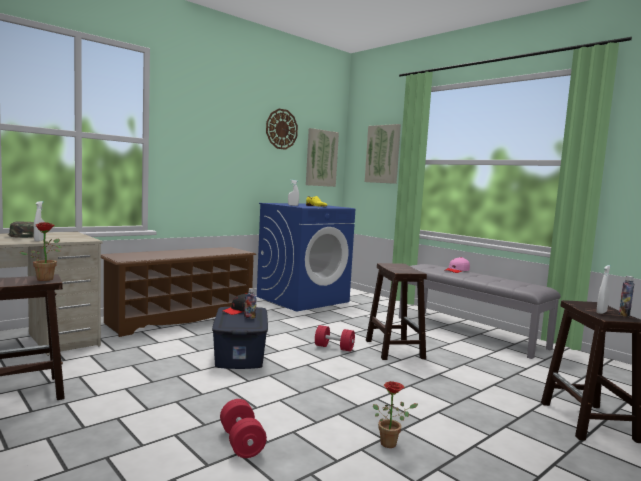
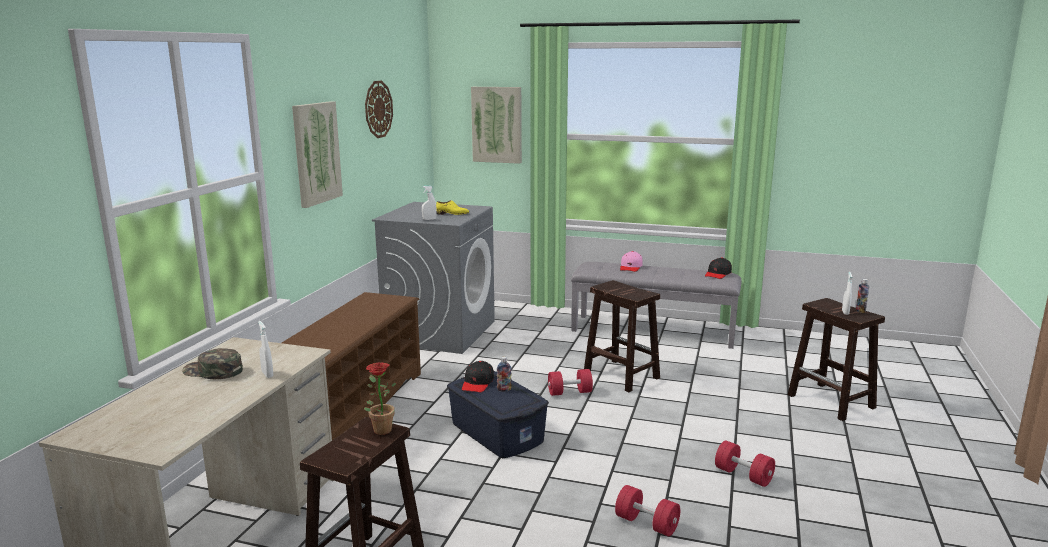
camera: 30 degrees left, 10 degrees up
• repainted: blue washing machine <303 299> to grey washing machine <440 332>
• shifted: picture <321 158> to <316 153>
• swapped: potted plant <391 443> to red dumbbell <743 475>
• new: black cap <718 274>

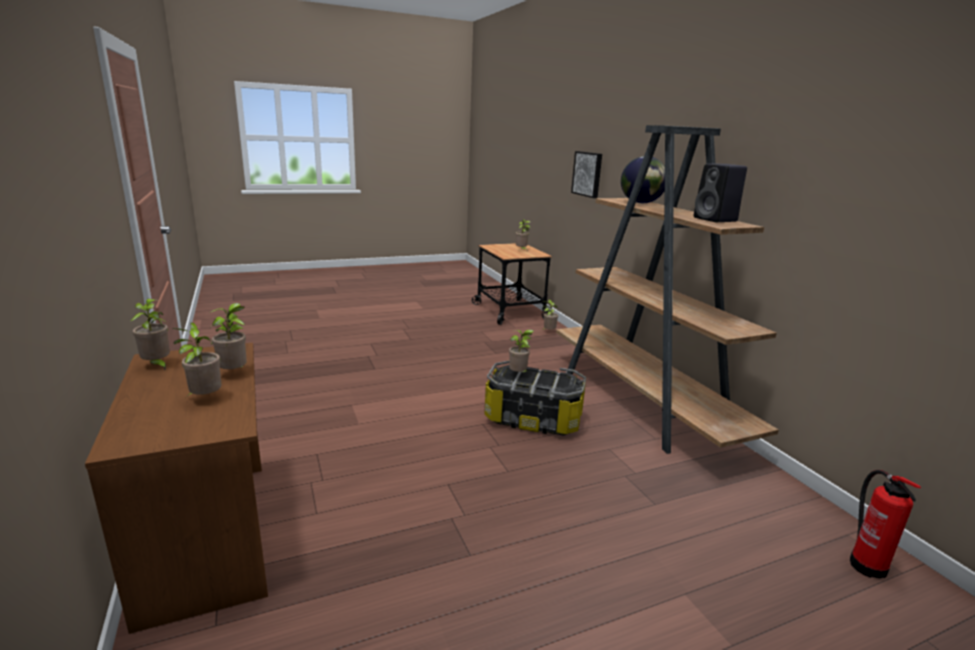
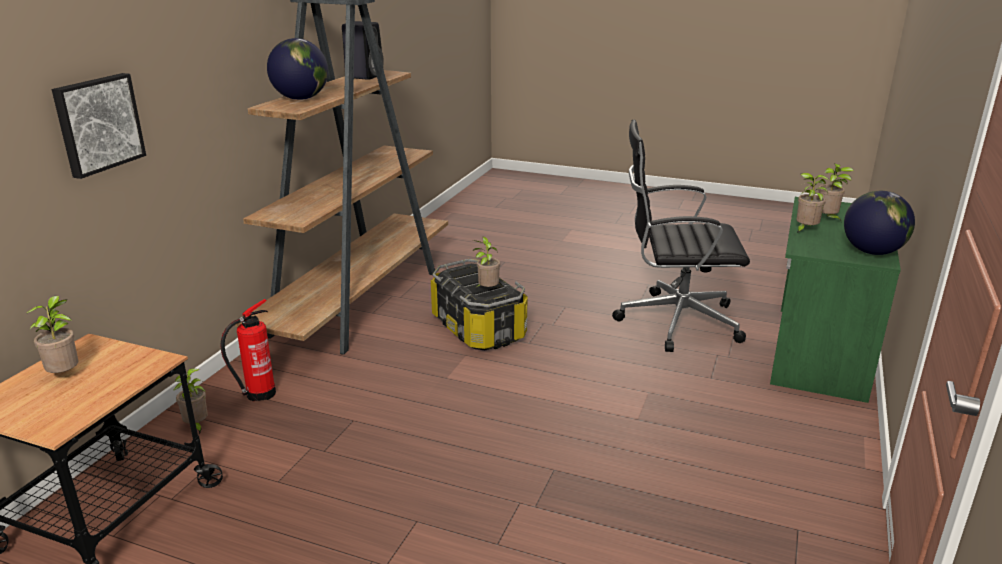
camera: 135 degrees left, 5 degrees up
• repainted: brown desk <211 534> to green desk <817 351>
• swapped: potted plant <157 365> to globe <872 252>
• shifted: fire extinguisher <866 564> to <258 394>
• new: black office chair <674 321>

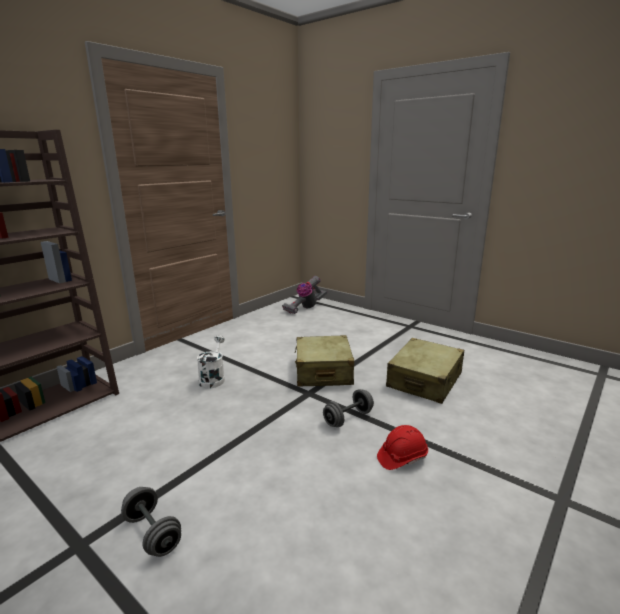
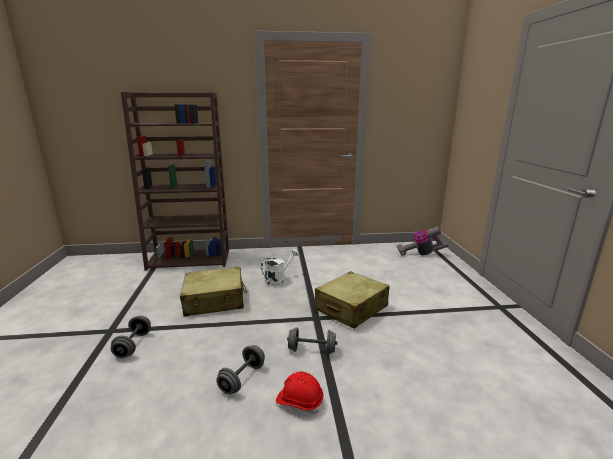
camera: 45 degrees right, 0 degrees up
• shifted: beige suitcase <424 380> to <215 300>
• new: grey dumbbell <242 378>

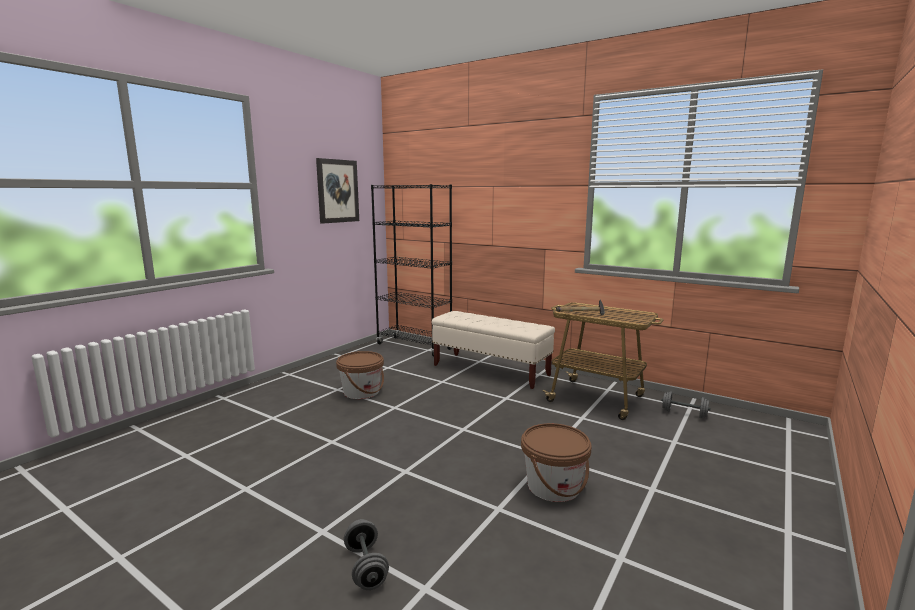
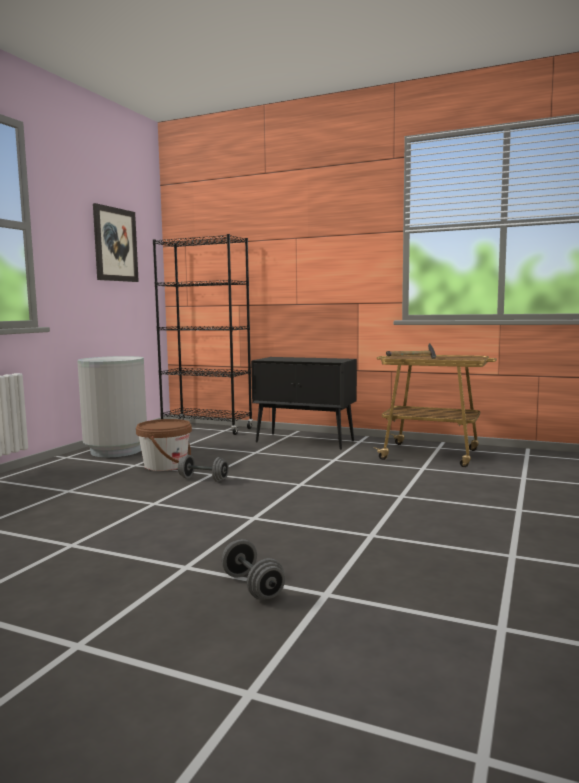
camera: 10 degrees left, 5 degrees down
• swapped: beige bench <491 370> to black cabinet <305 441>
• gone: brown bucket <553 486>
• shifted: grey dumbbell <684 414> to <203 479>
• new: grey trash can <116 451>

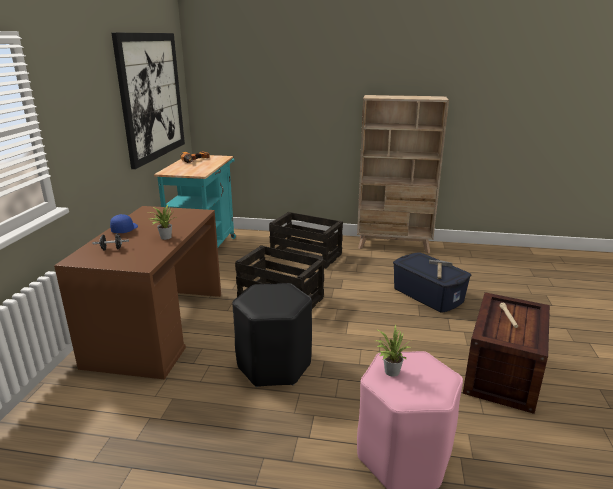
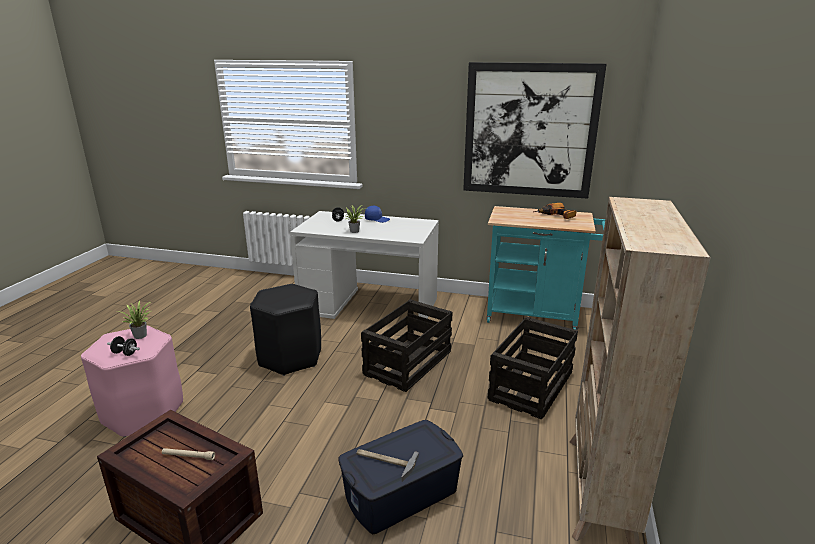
camera: 95 degrees right, 0 degrees up
• repainted: brown desk <158 327> to white desk <369 306>
• new: black dumbbell <125 353>

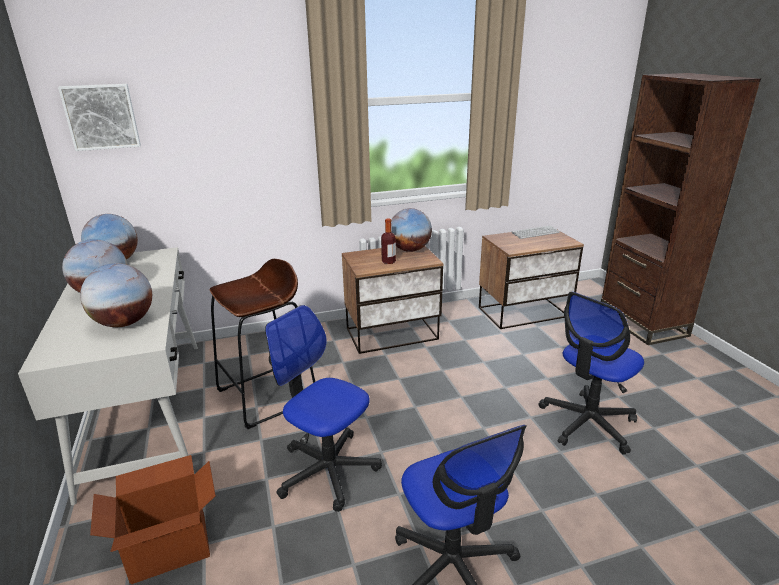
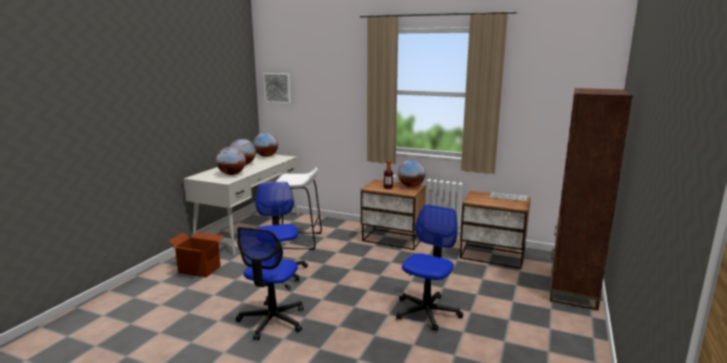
camera: 40 degrees right, 10 degrees down
• repainted: brown stool <267 395> to white stool <298 241>
• rotated: office chair <587 423> = <427 312> 120 degrees clockwise

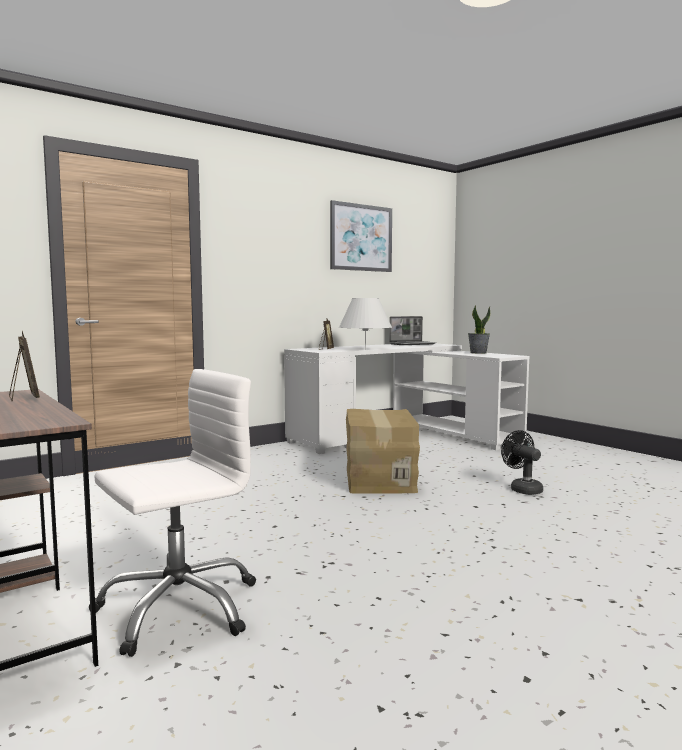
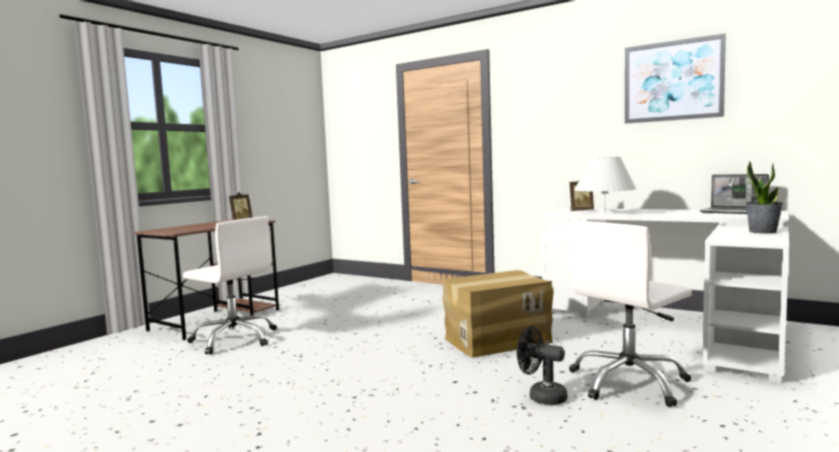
camera: 70 degrees right, 0 degrees up
• rotated: black fan <522 489> = <541 396> 105 degrees counterclockwise
• new: white office chair <629 383>

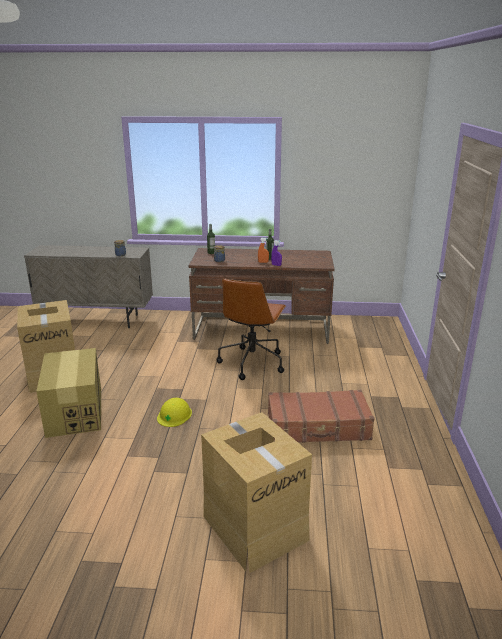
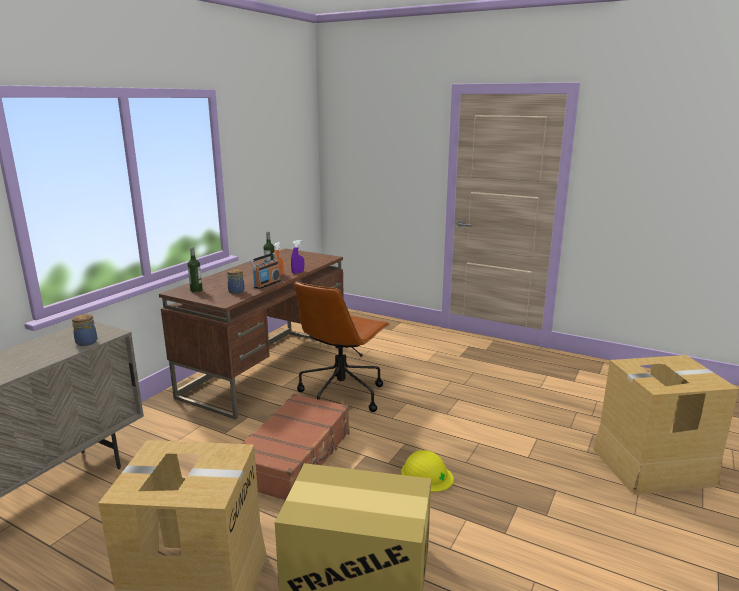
camera: 65 degrees left, 5 degrees down
• rotated: brown office chair <252 362> = <342 394> 75 degrees clockwise
• shifted: brown suitcase <318 427> to <295 457>
• new: radio <267 284>

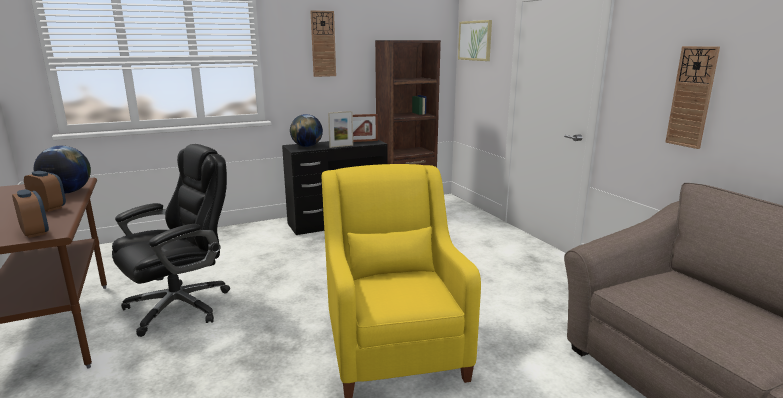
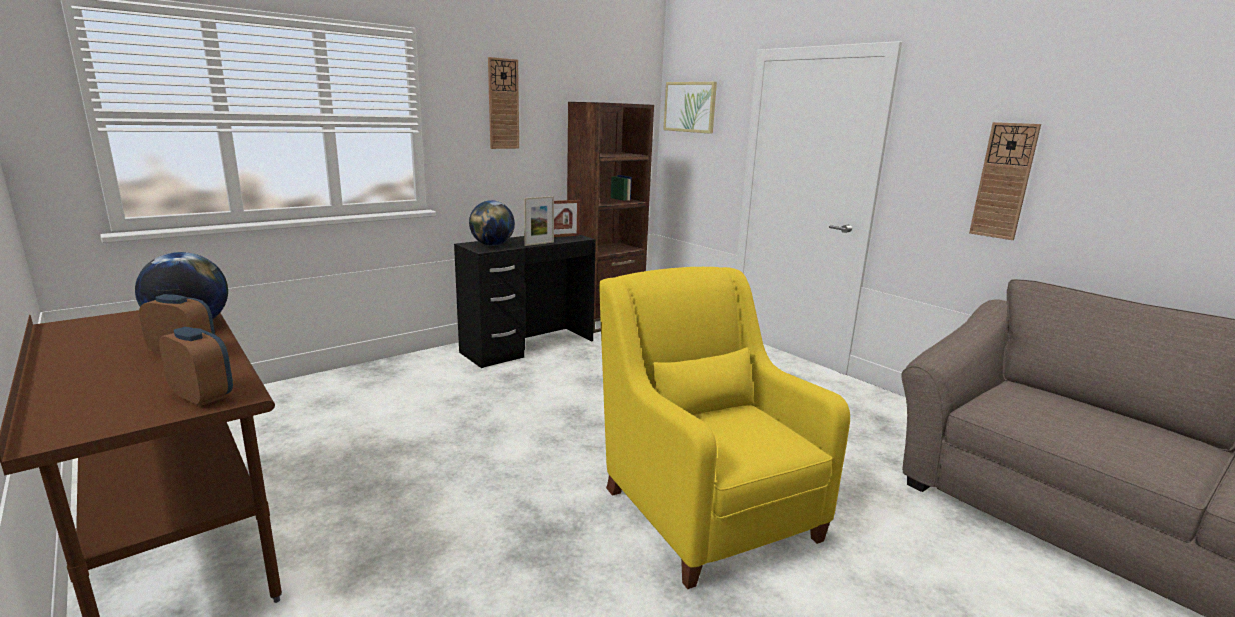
camera: 15 degrees left, 0 degrees up
• gone: black office chair <181 306>

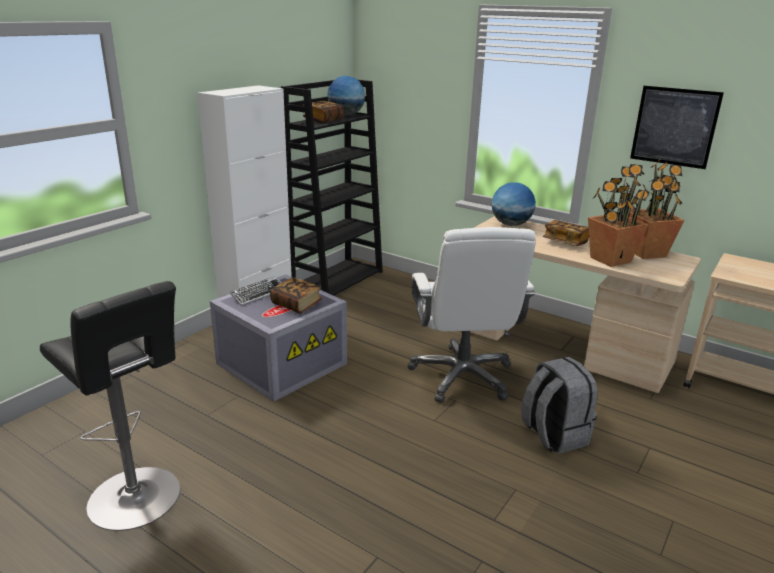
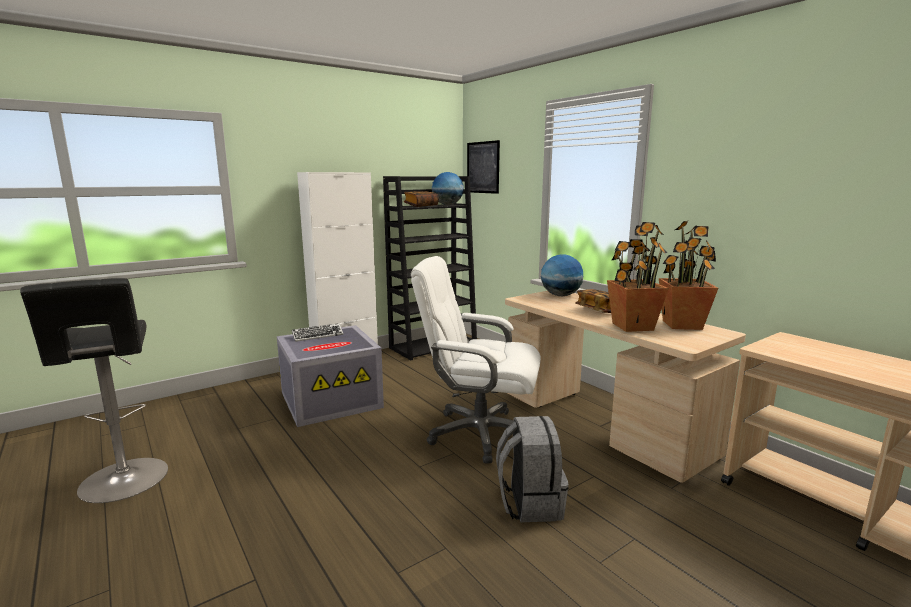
camera: 20 degrees right, 10 degrees down
• gone: book <296 304>
• rotated: white office chair <462 376> = <479 433> 90 degrees clockwise
• shifted: picture <674 127> to <483 167>

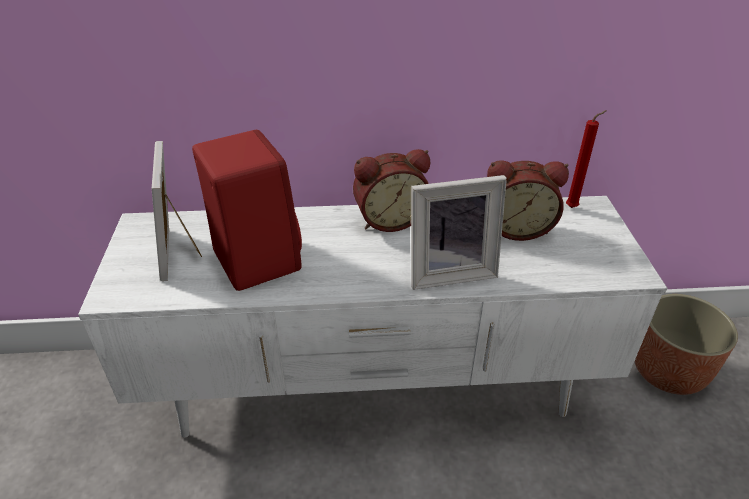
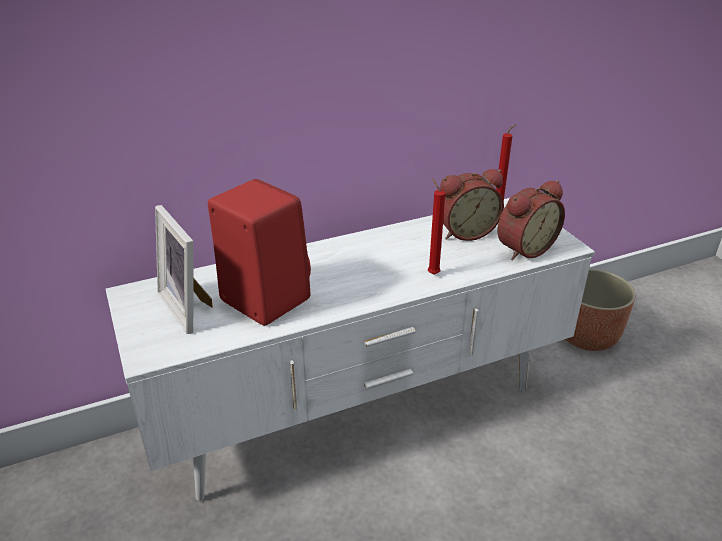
camera: 20 degrees left, 5 degrees down
• shifted: alarm clock <389 219> to <523 248>
• swapped: picture frame <449 271> to red candle <432 273>

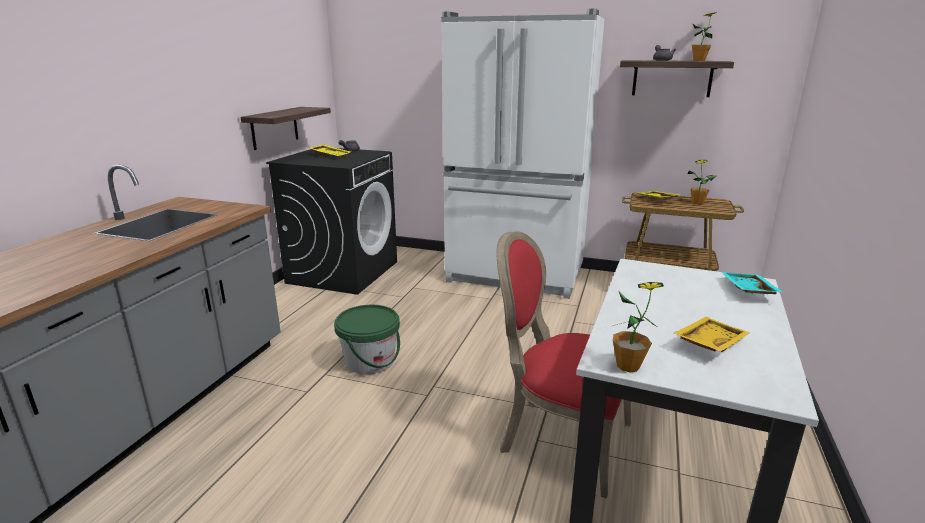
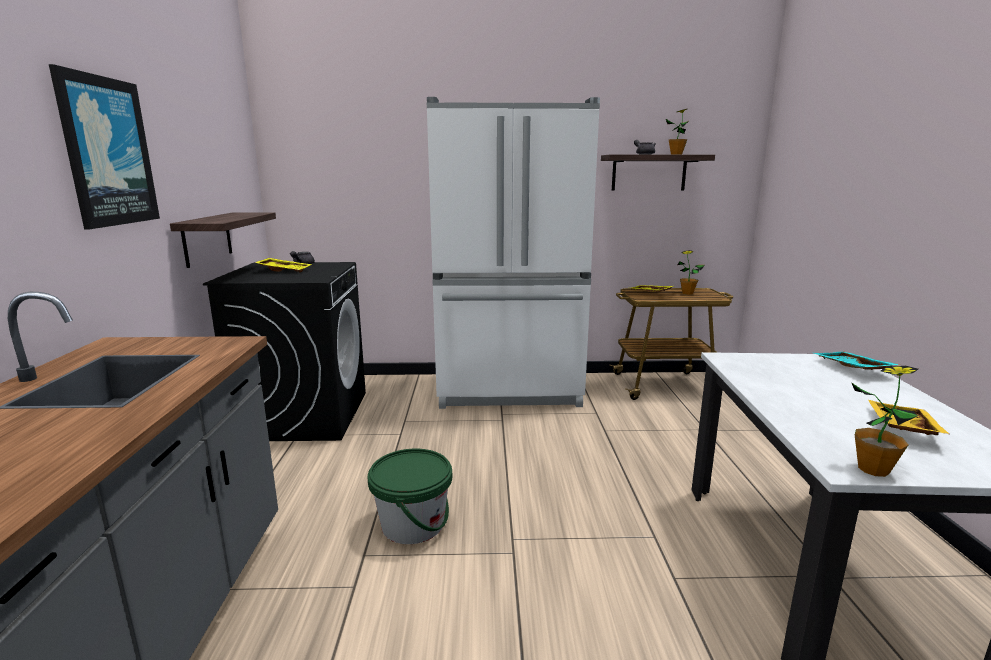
camera: 20 degrees left, 5 degrees down
• gone: red chair <560 439>
• new: picture <107 152>

